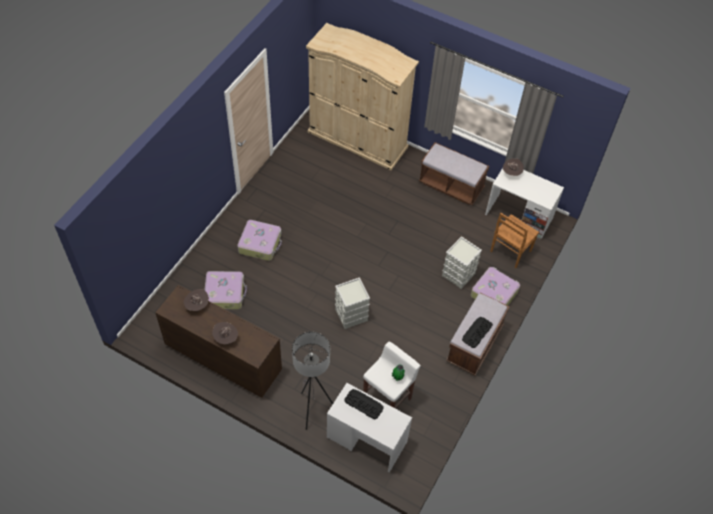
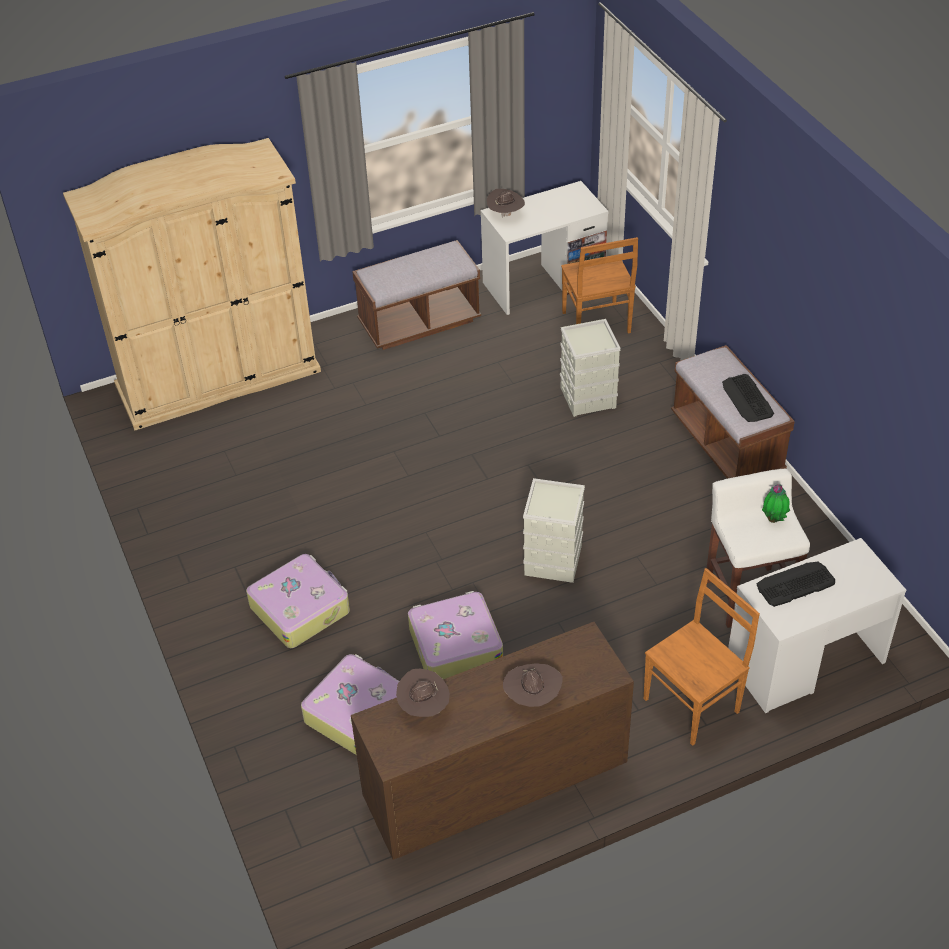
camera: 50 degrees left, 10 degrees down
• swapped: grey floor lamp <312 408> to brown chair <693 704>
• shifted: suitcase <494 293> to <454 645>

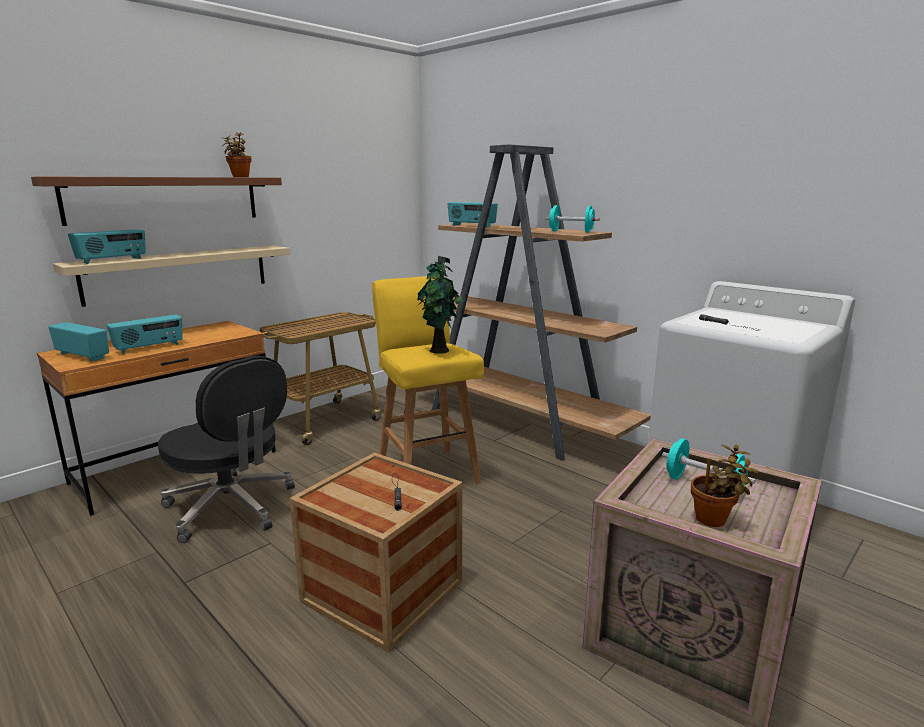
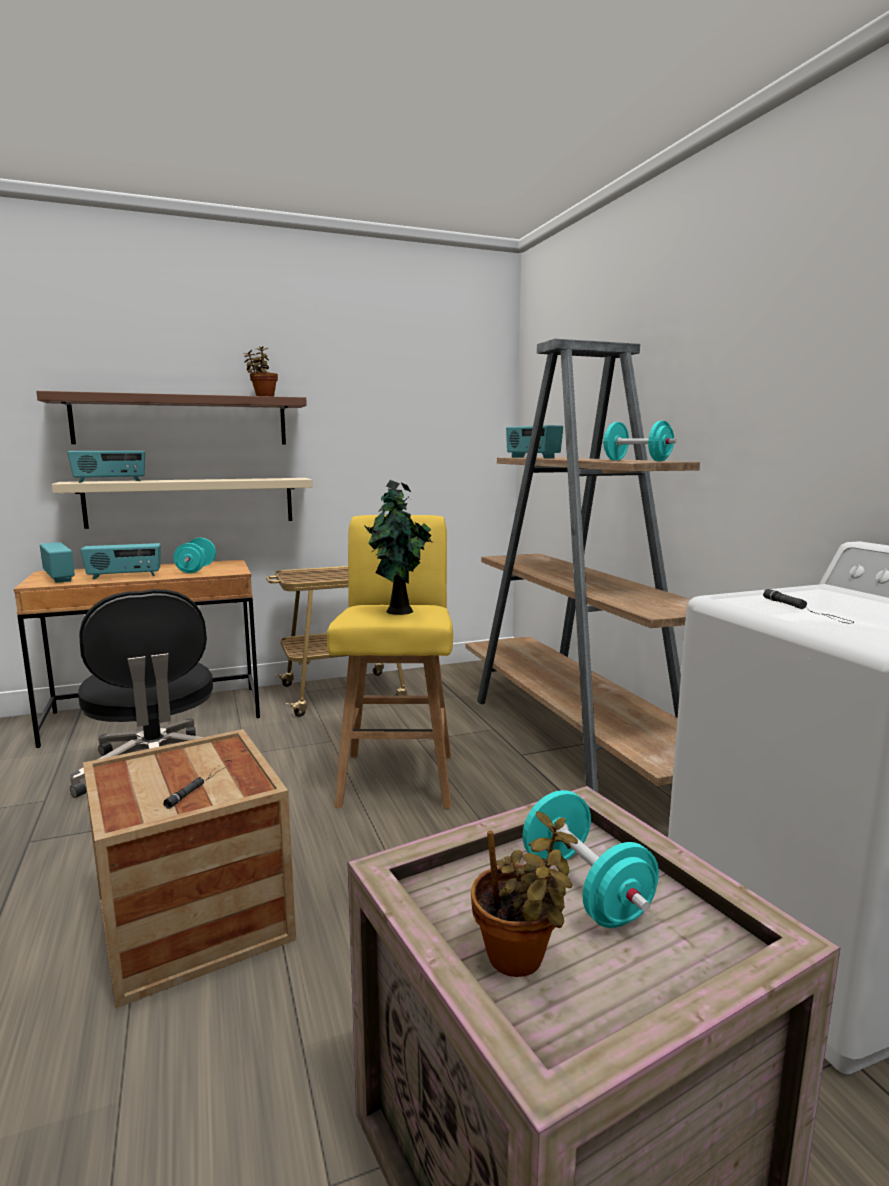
camera: 25 degrees right, 5 degrees down
• new: turquoise dumbbell <196 569>

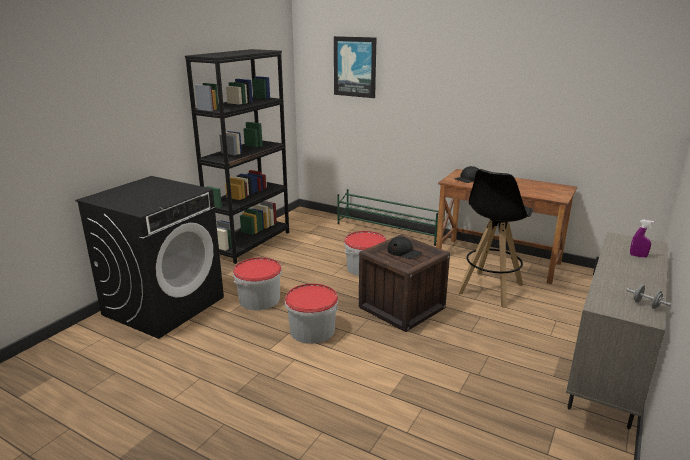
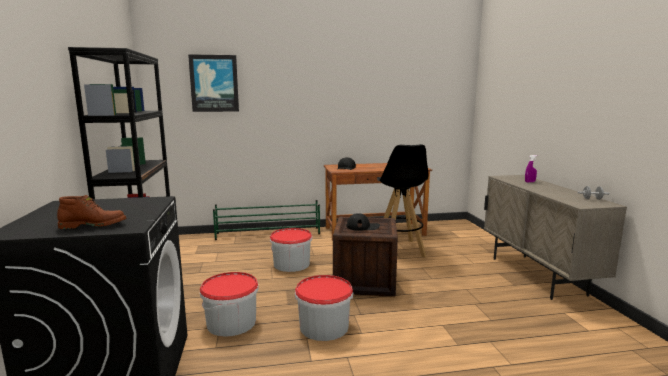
camera: 40 degrees left, 10 degrees down
• new: brown boot <94 225>

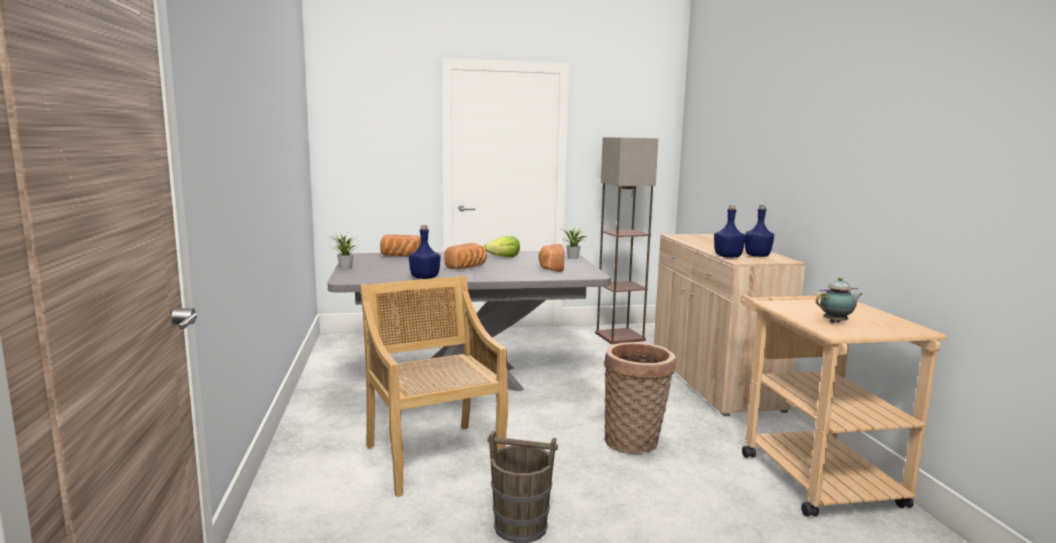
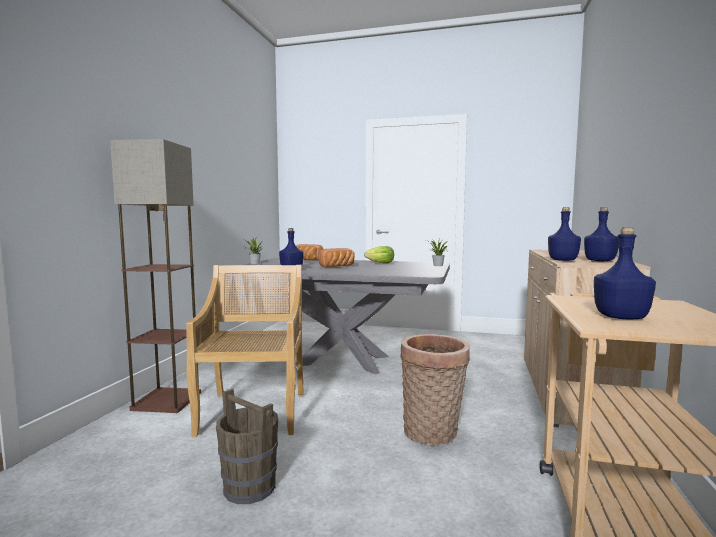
camera: 25 degrees right, 5 degrees down
• gone: bread <550 268>
• shifted: floor lamp <620 336> to <168 400>
• swapped: teapot <837 322> to blue bottle <619 317>

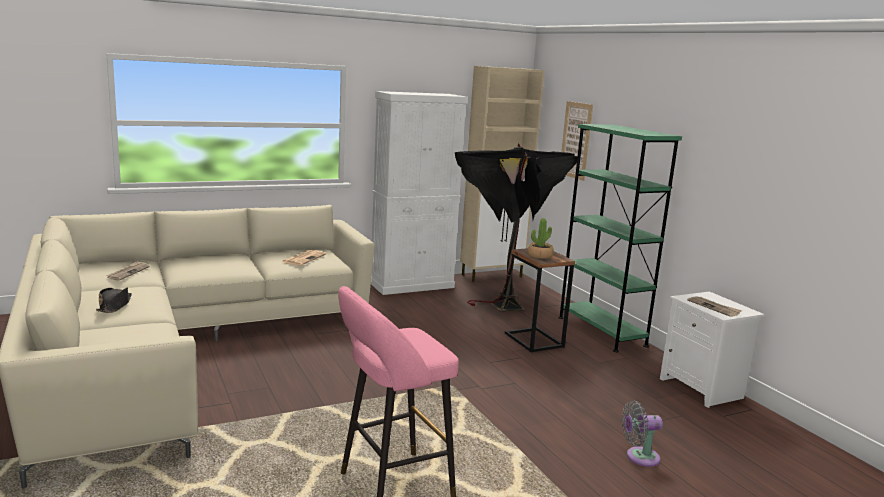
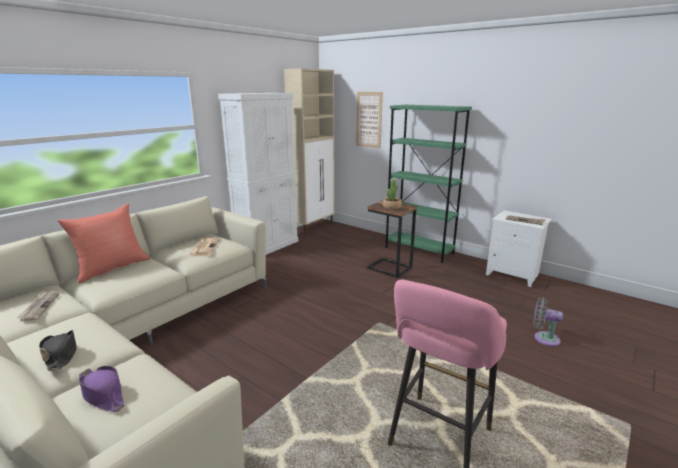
camera: 25 degrees left, 5 degrees up
• gone: black floor lamp <504 303>
• rotated: grey fan <639 457> = <543 338> 60 degrees clockwise
• new: red pillow <112 268>
• new: purple hat <102 394>

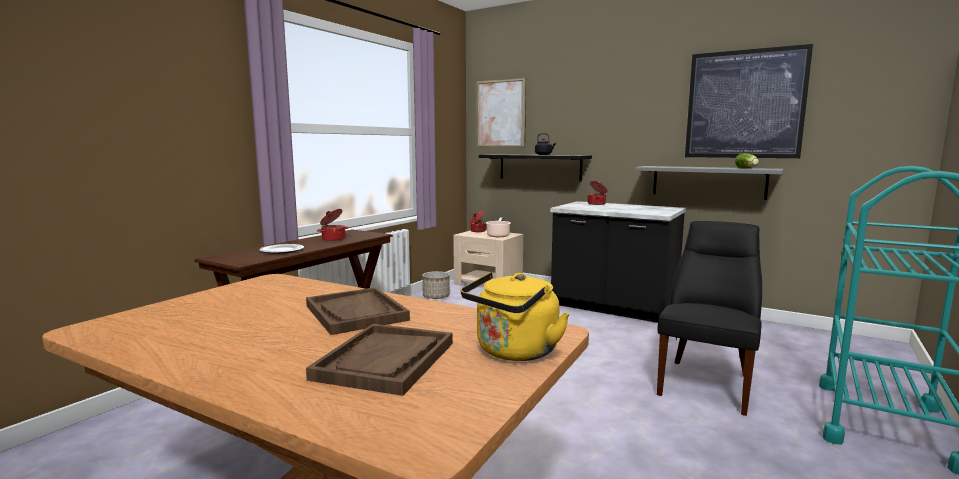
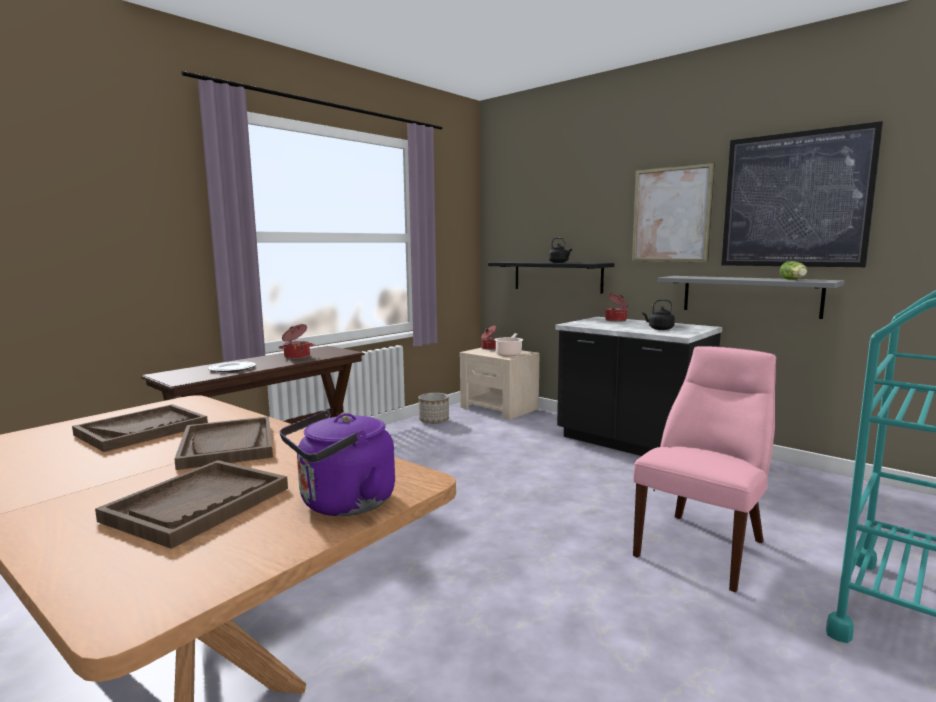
camera: 10 degrees right, 0 degrees up
• repainted: yellow kettle <514 352> to purple kettle <342 504>
• shifted: picture <500 114> to <671 215>
• repainted: black chair <706 383> to pink chair <703 546>
• new: brown tray <142 430>
• new: black kettle <659 329>

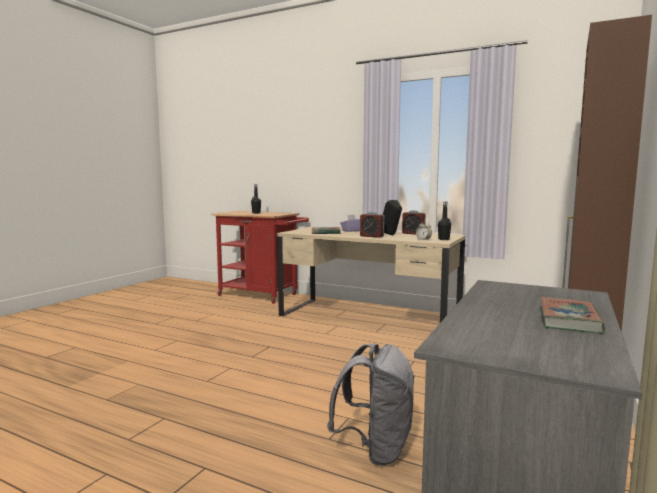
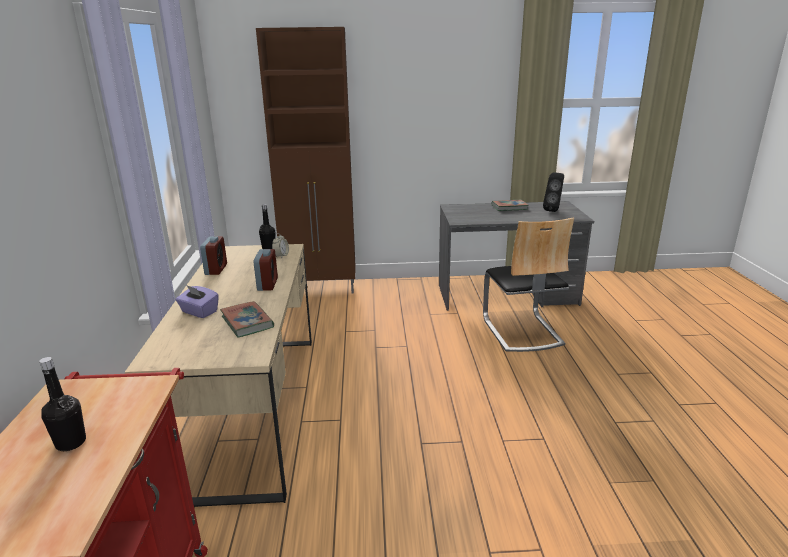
camera: 120 degrees left, 15 degrees up
• swapped: grey backpack <375 449> to chair <521 331>
• shifted: black speaker <391 235> to <553 210>

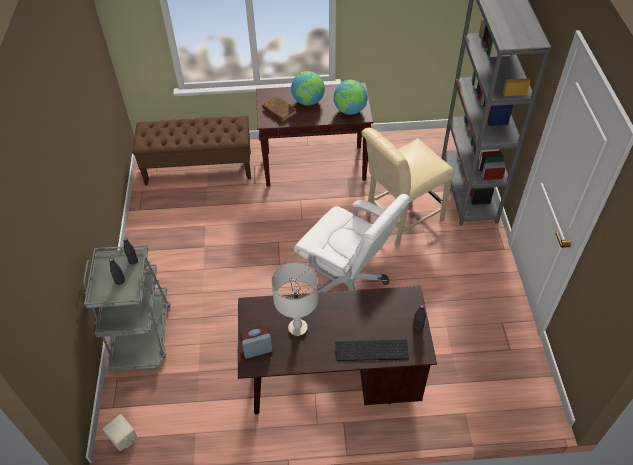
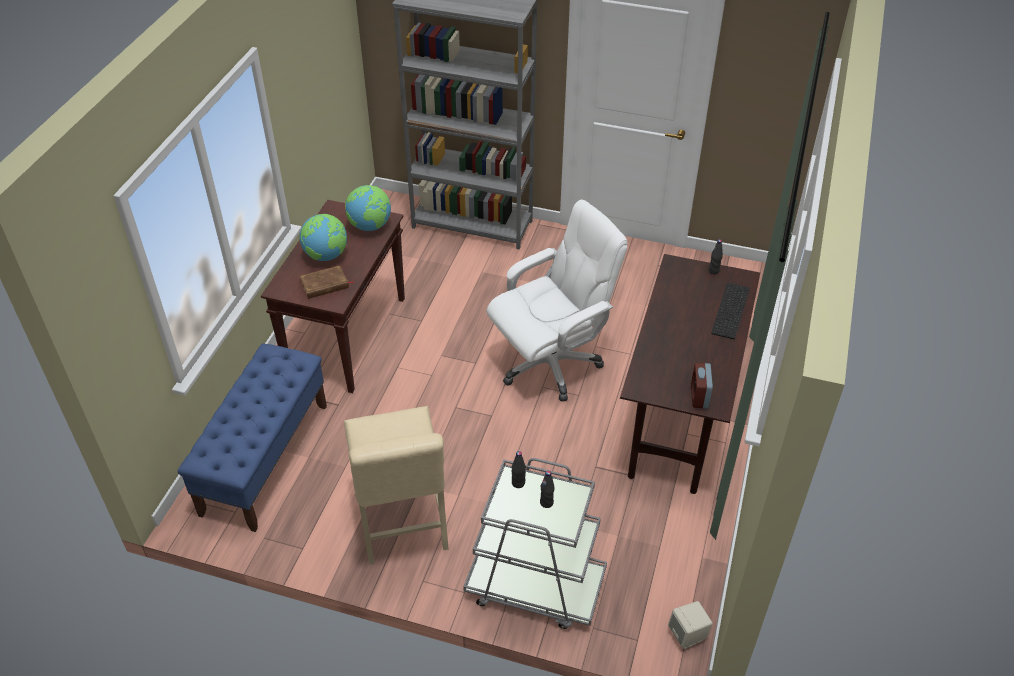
camera: 70 degrees left, 5 degrees down
• repainted: brown bench <199 168> to blue bench <265 458>
• gone: grey table lamp <297 329>
• shifted: beige chair <400 219> to <402 525>

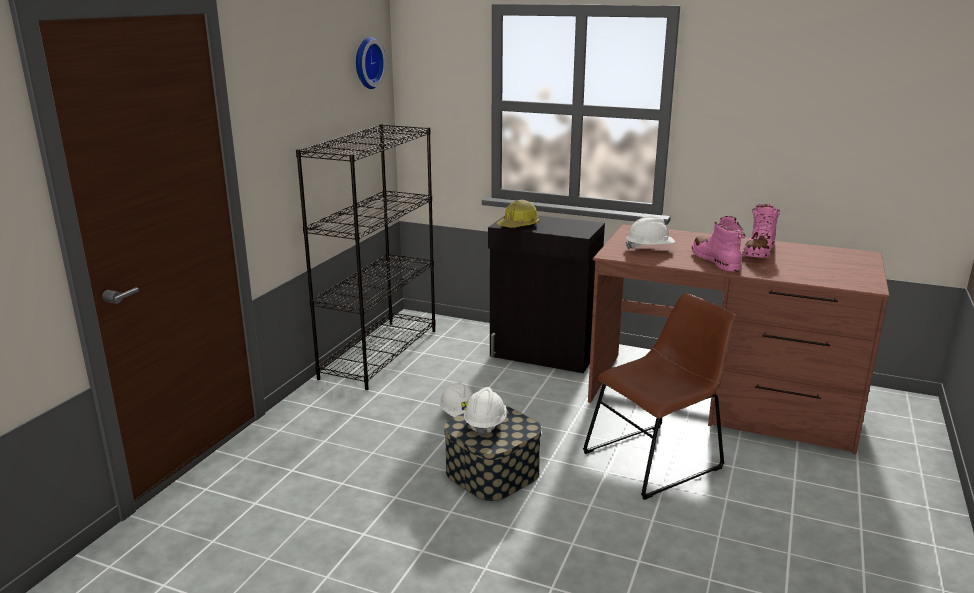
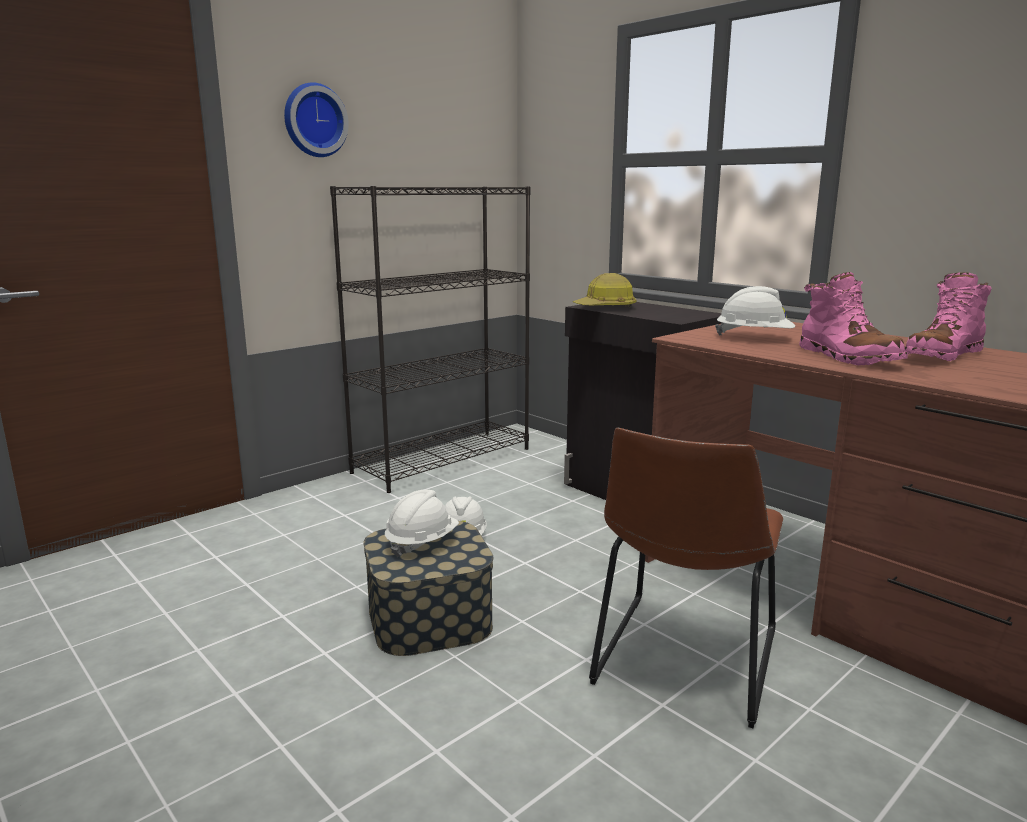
camera: 25 degrees right, 5 degrees down
• shifted: wall clock <366 63> to <314 120>
• rotated: brown chair <657 458> = <684 661> 120 degrees clockwise
• rotated: pink boot <716 261> = <847 357> 150 degrees clockwise

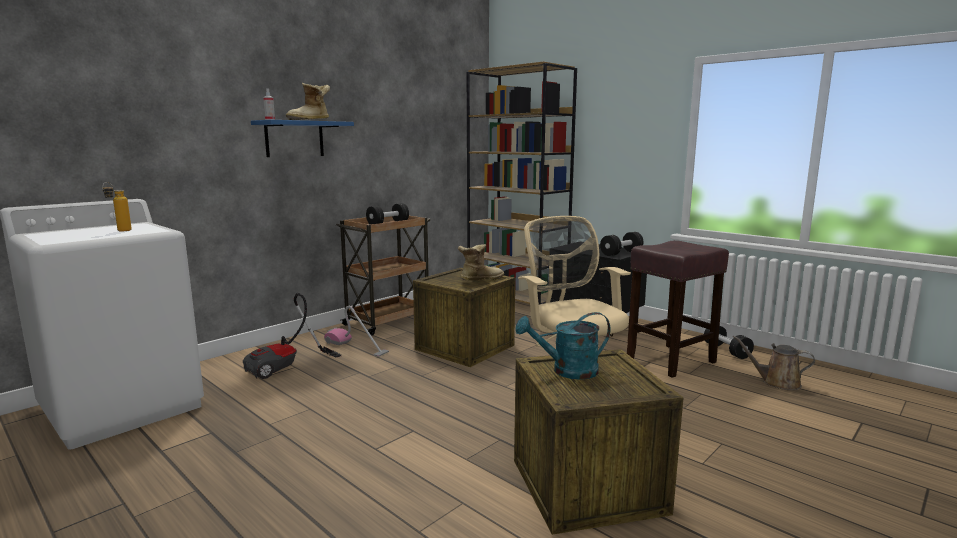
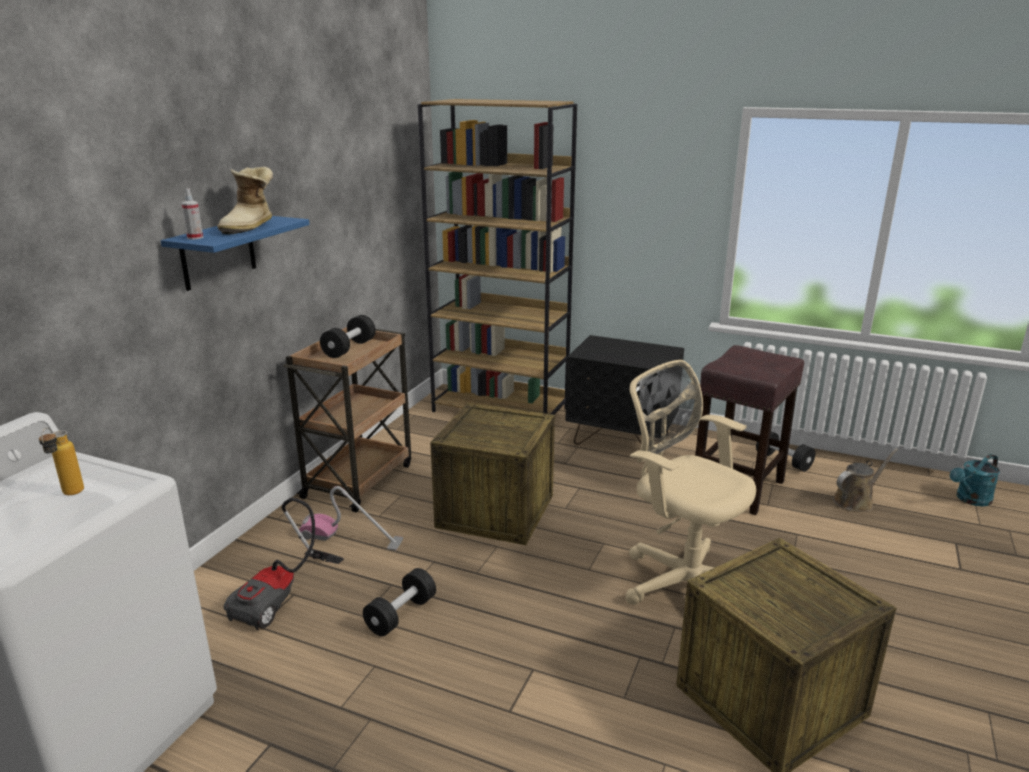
camera: 20 degrees left, 10 degrees up
• gone: boot <479 279>
• shifted: turquoise watering can <567 371> to <970 500>
• shifted: black dumbbell <621 253> to <401 614>
• rotated: brown watering can <776 382> = <855 501> 150 degrees clockwise

